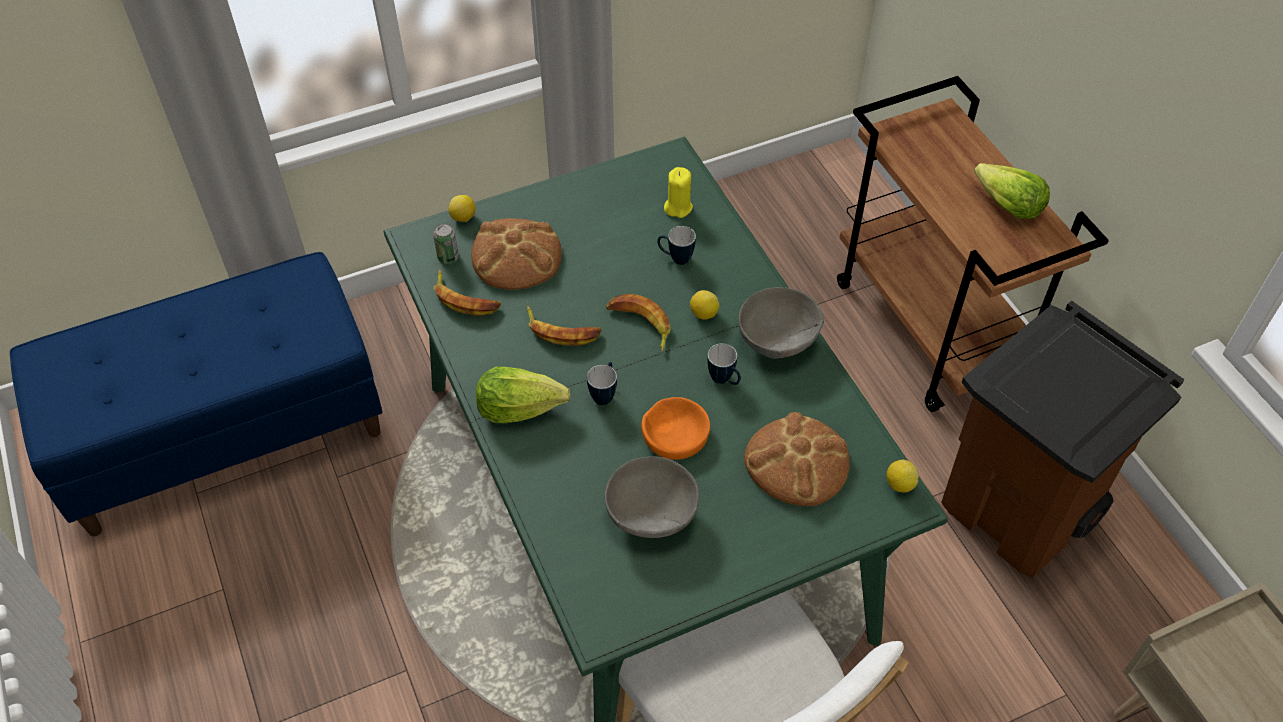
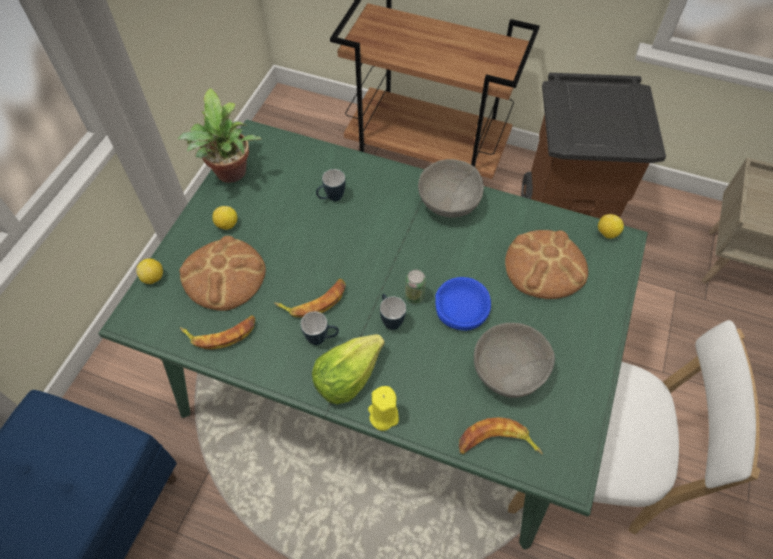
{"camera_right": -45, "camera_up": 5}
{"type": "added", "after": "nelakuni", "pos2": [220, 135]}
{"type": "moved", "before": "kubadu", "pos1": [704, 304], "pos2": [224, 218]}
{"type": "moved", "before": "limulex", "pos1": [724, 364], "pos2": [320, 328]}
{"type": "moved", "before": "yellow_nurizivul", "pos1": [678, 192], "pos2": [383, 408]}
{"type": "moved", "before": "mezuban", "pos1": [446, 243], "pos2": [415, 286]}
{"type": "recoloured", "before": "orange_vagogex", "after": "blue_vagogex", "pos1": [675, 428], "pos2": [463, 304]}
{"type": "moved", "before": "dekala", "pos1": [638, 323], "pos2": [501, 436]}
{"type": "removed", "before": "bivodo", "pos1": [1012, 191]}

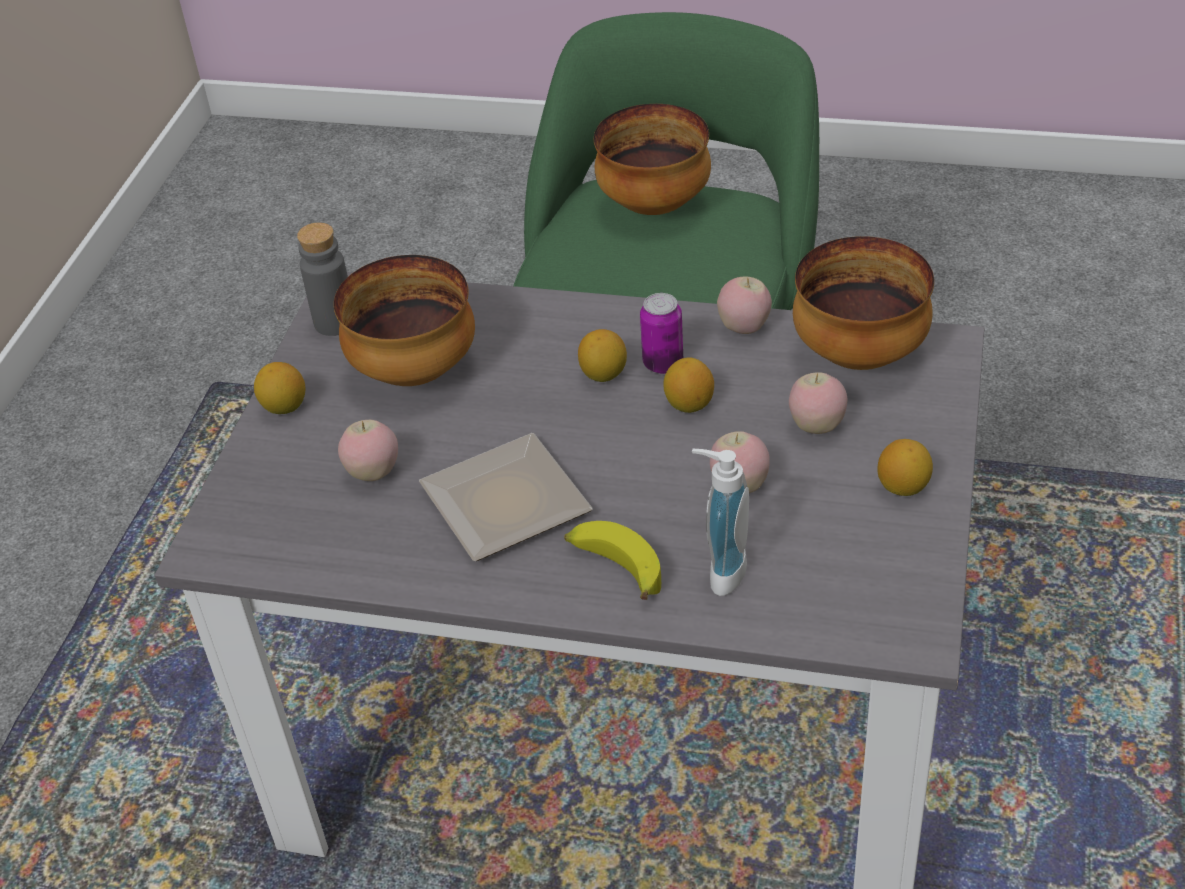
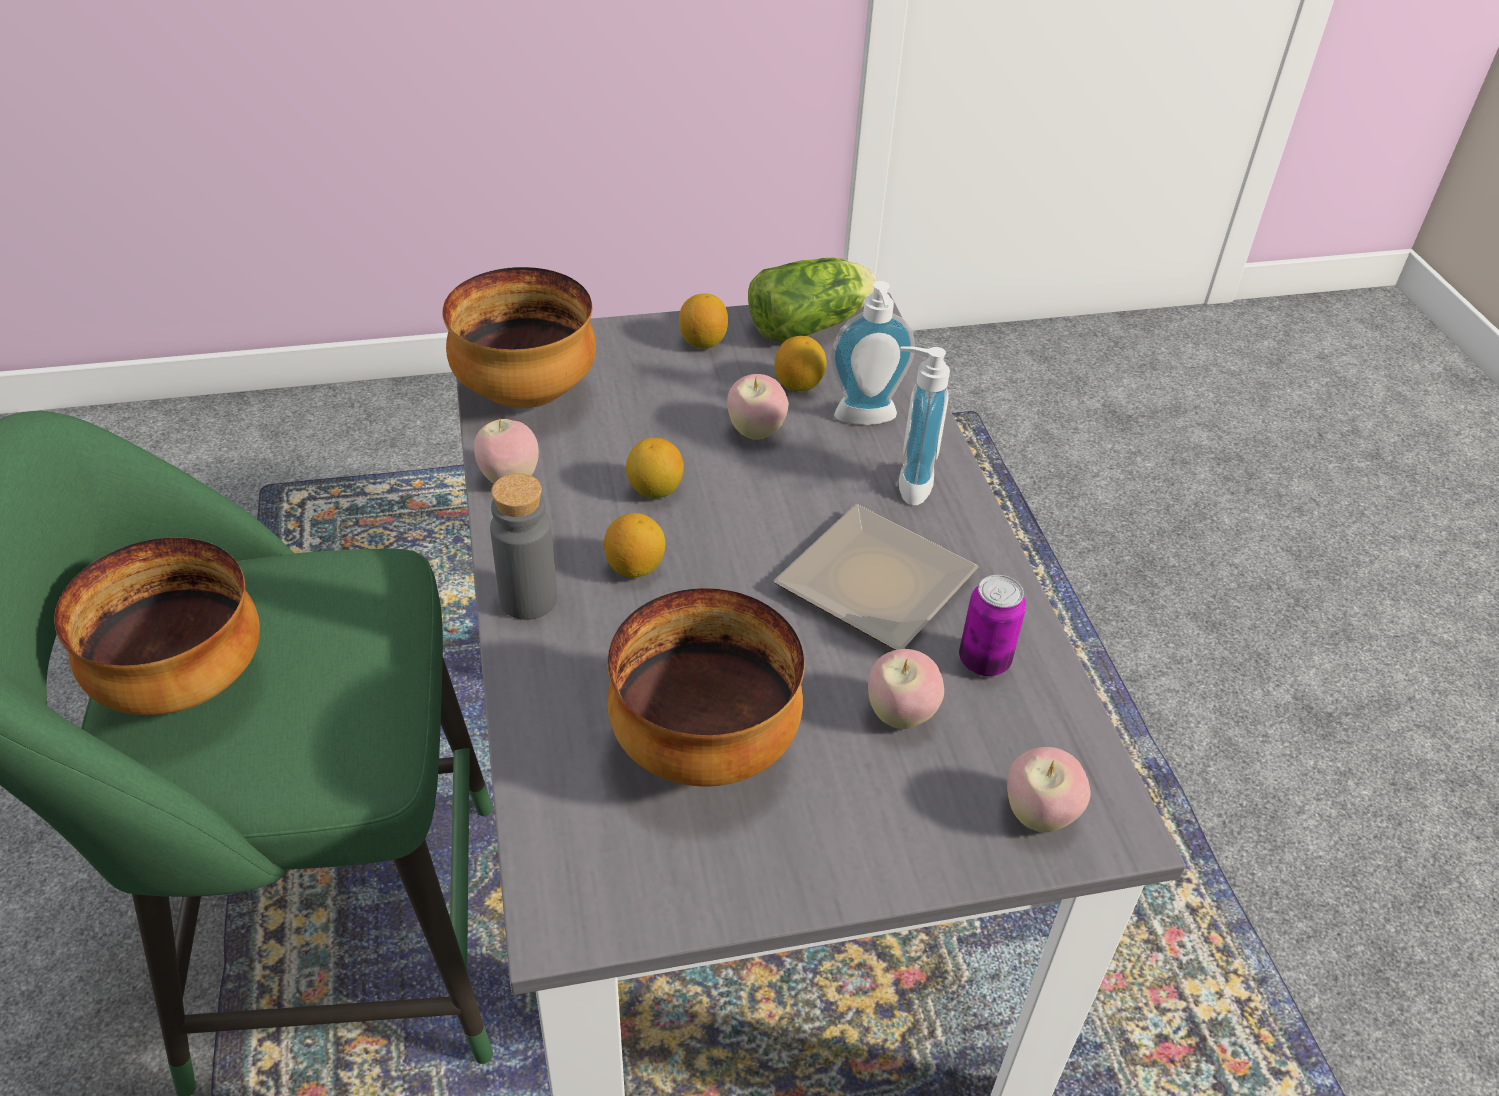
{"camera_right": -120, "camera_up": 0}
{"type": "moved", "before": "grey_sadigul", "pos1": [322, 279], "pos2": [523, 546]}
{"type": "added", "after": "bivodo", "pos2": [812, 299]}
{"type": "moved", "before": "kubadu", "pos1": [279, 388], "pos2": [801, 363]}
{"type": "replaced", "before": "dekala", "after": "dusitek", "pos1": [612, 560], "pos2": [924, 426]}
{"type": "moved", "before": "mezuban", "pos1": [661, 333], "pos2": [992, 625]}
{"type": "moved", "before": "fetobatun", "pos1": [818, 403], "pos2": [1049, 790]}

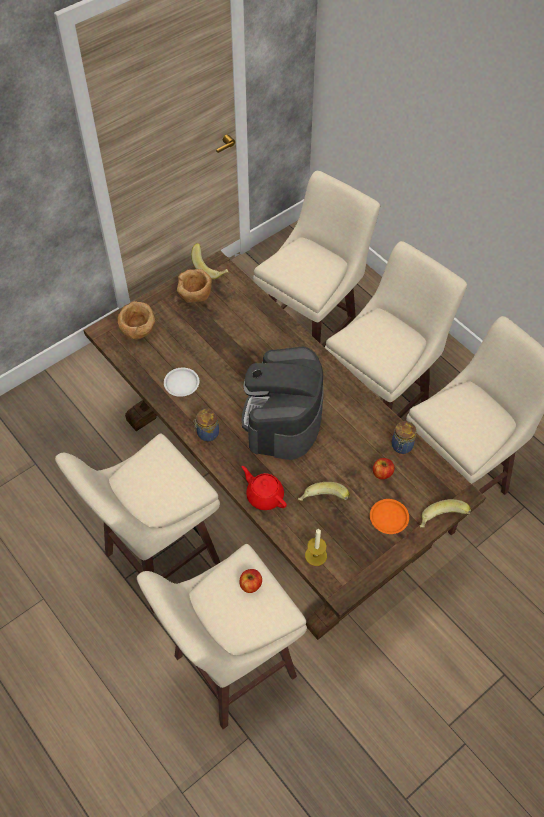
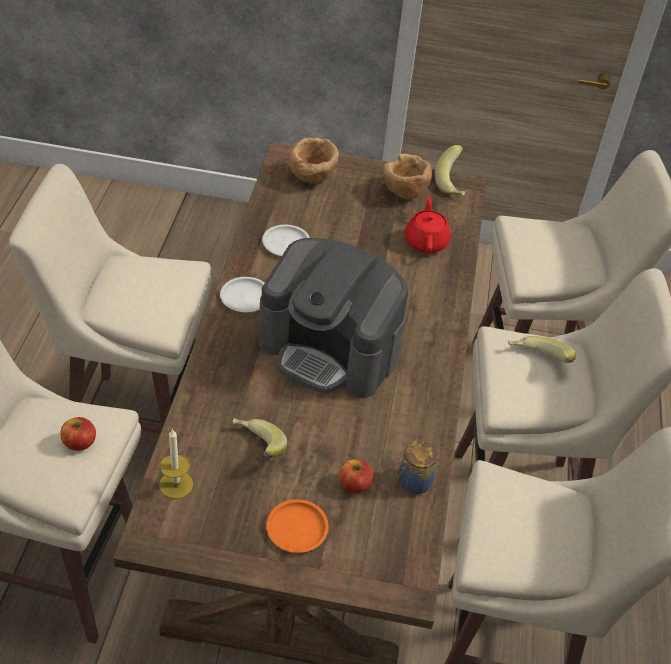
{"camera_right": 45, "camera_up": -10}
{"type": "replaced", "before": "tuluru", "after": "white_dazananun", "pos1": [206, 425], "pos2": [242, 294]}
{"type": "turned", "before": "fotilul", "pos1": [282, 403], "pos2": [333, 318], "turn": -120}
{"type": "moved", "before": "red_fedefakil", "pos1": [264, 488], "pos2": [428, 225]}
{"type": "moved", "before": "dekala", "pos1": [445, 513], "pos2": [541, 349]}

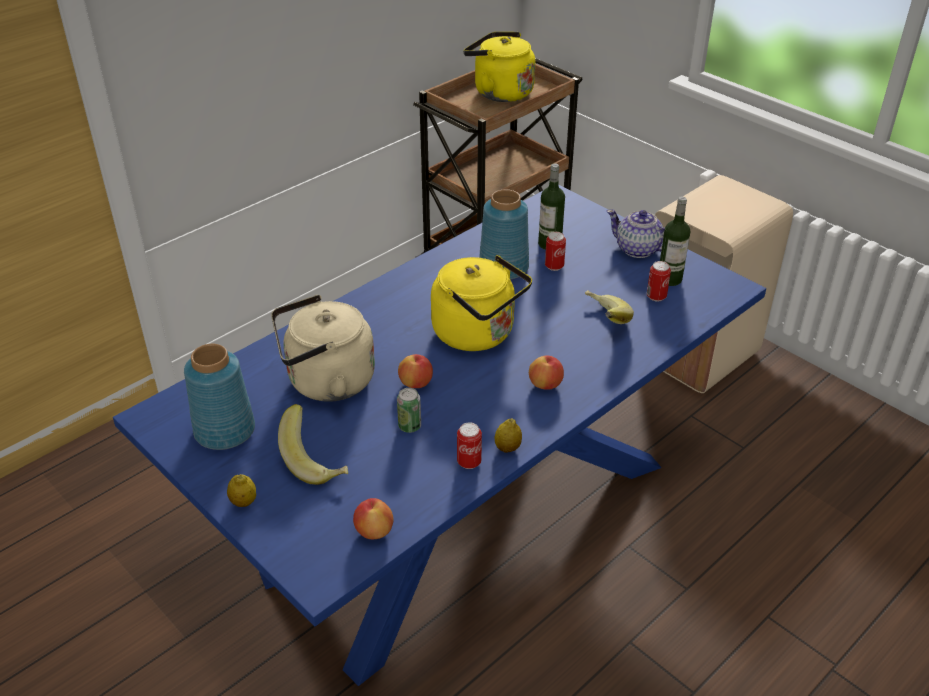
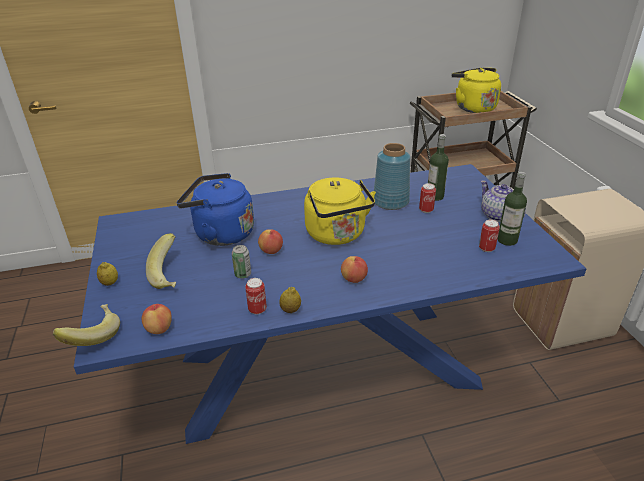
{"camera_right": 30, "camera_up": -5}
{"type": "moved", "before": "dekala", "pos1": [609, 307], "pos2": [86, 325]}
{"type": "recoloured", "before": "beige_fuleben", "after": "blue_fuleben", "pos1": [323, 348], "pos2": [215, 209]}
{"type": "removed", "before": "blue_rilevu", "pos1": [219, 397]}

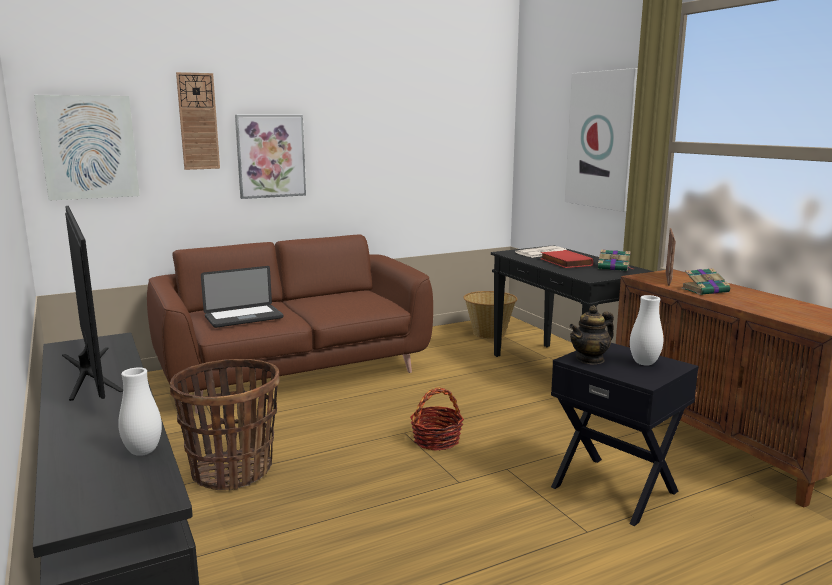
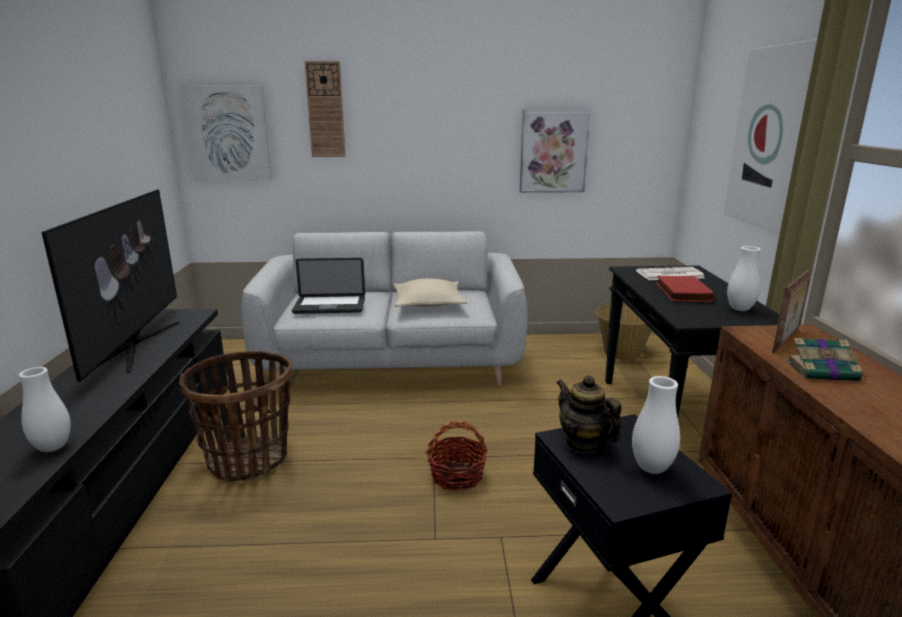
{"camera_right": 25, "camera_up": 5}
{"type": "recoloured", "before": "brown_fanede", "after": "grey_fanede", "pos1": [290, 323], "pos2": [384, 310]}
{"type": "added", "after": "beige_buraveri", "pos2": [430, 292]}
{"type": "moved", "before": "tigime", "pos1": [270, 157], "pos2": [555, 151]}
{"type": "turned", "before": "fedefakil", "pos1": [591, 335], "pos2": [588, 414], "turn": 60}
{"type": "replaced", "before": "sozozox", "after": "white_rilevu", "pos1": [616, 260], "pos2": [744, 278]}

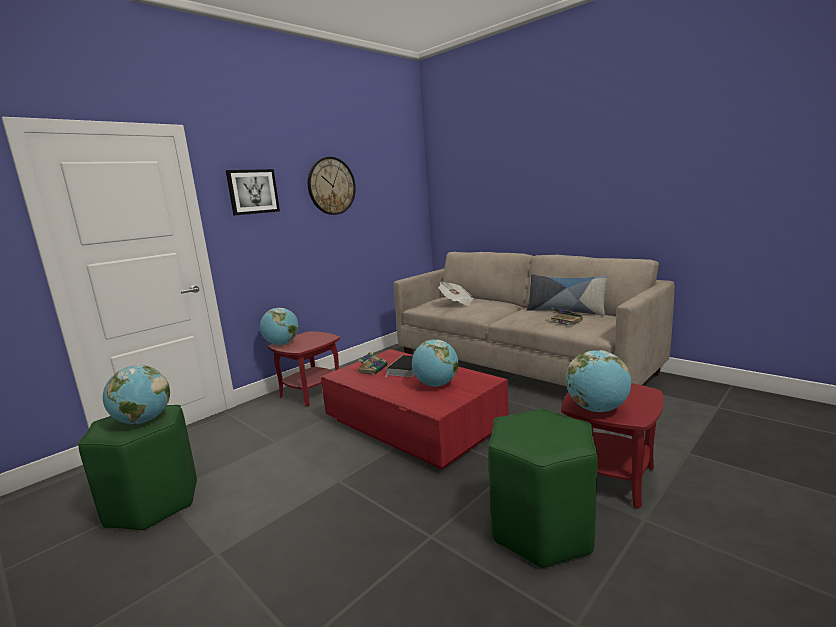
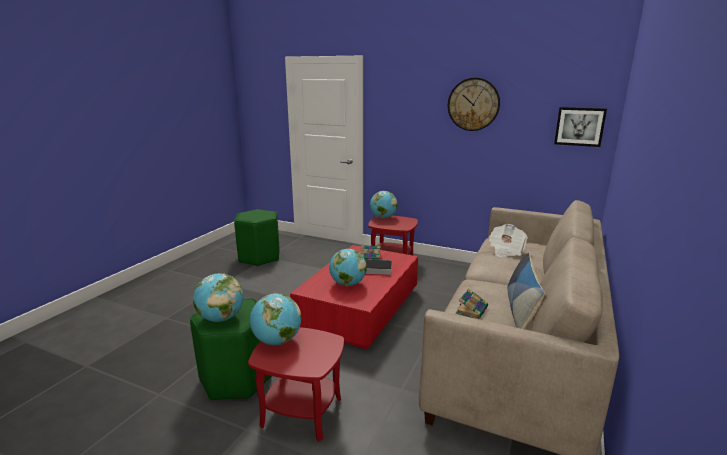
{"camera_right": 70, "camera_up": 5}
{"type": "moved", "before": "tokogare", "pos1": [136, 394], "pos2": [218, 297]}
{"type": "moved", "before": "tigime", "pos1": [253, 192], "pos2": [580, 127]}

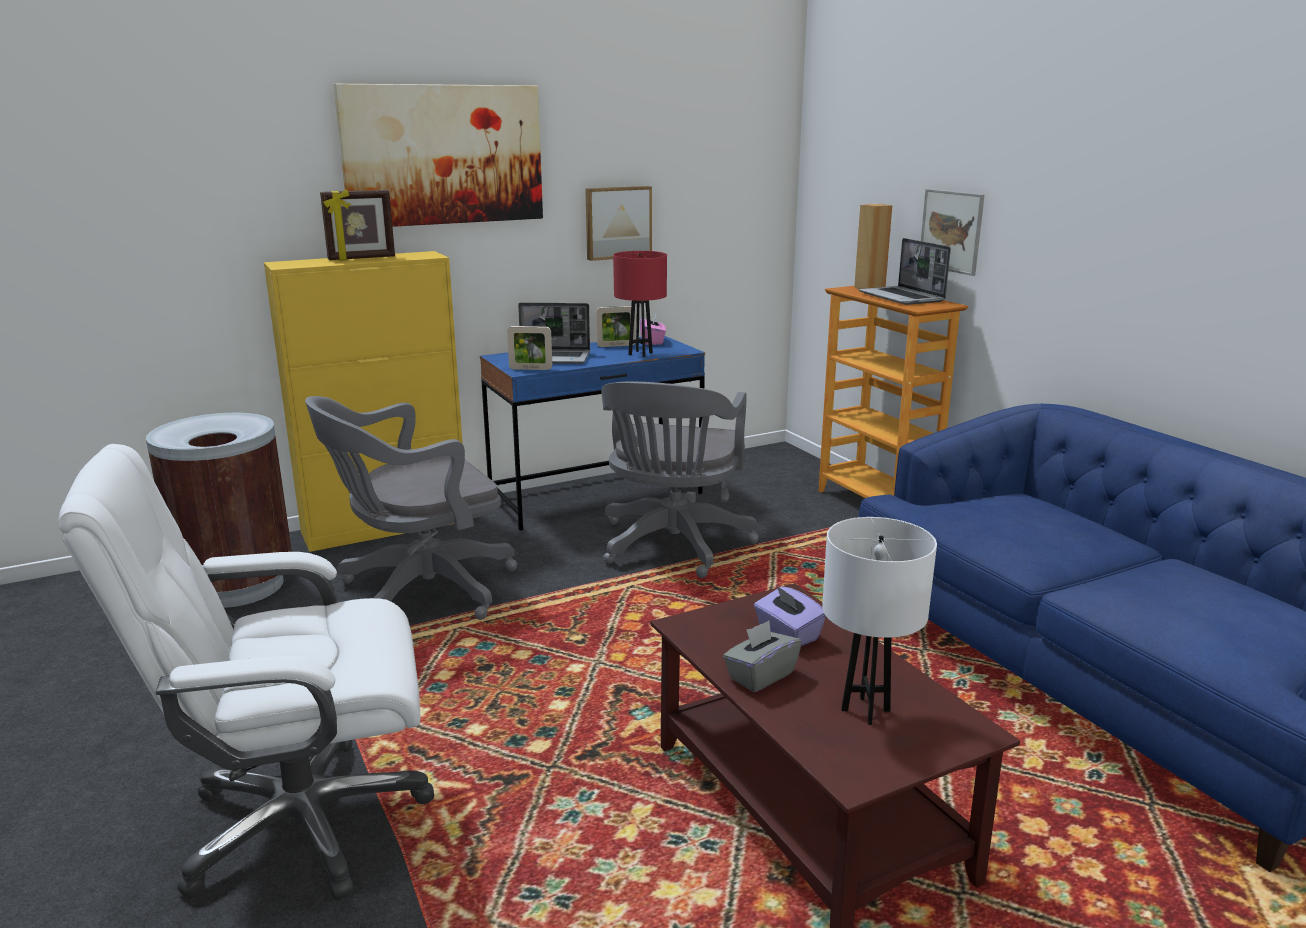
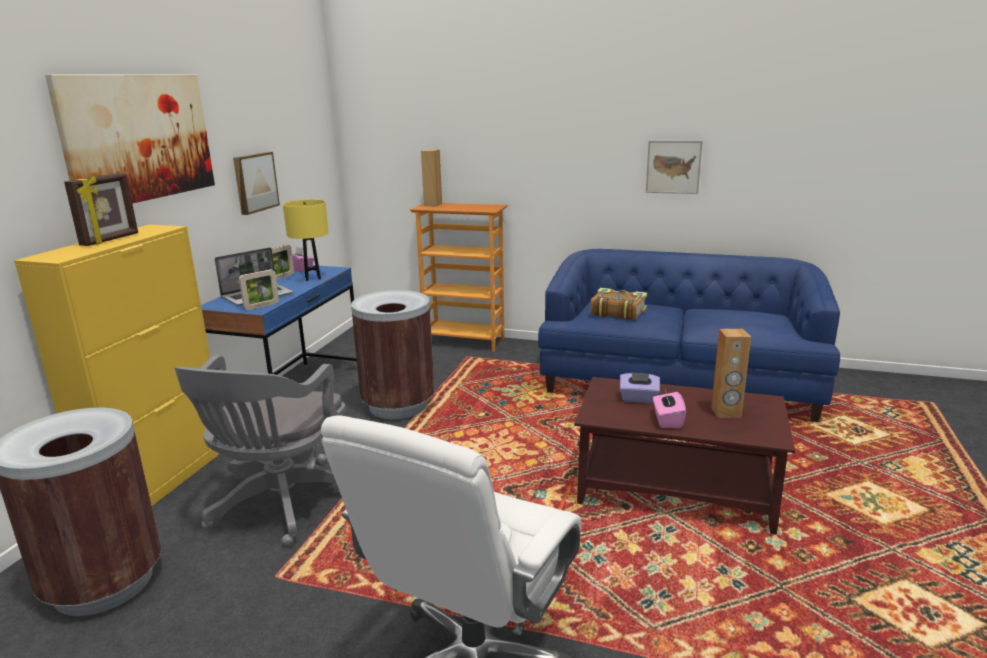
{"camera_right": -45, "camera_up": 0}
{"type": "recoloured", "before": "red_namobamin", "after": "yellow_namobamin", "pos1": [640, 304], "pos2": [306, 240]}
{"type": "replaced", "before": "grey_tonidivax", "after": "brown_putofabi", "pos1": [680, 480], "pos2": [393, 354]}
{"type": "added", "after": "sozozox", "pos2": [618, 304]}
{"type": "moved", "before": "tigime", "pos1": [953, 232], "pos2": [674, 167]}
{"type": "recoloured", "before": "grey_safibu", "after": "pink_safibu", "pos1": [762, 656], "pos2": [669, 409]}
{"type": "replaced", "before": "white_namobamin", "after": "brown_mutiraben", "pos1": [879, 621], "pos2": [731, 373]}
{"type": "removed", "before": "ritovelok", "pos1": [905, 271]}

